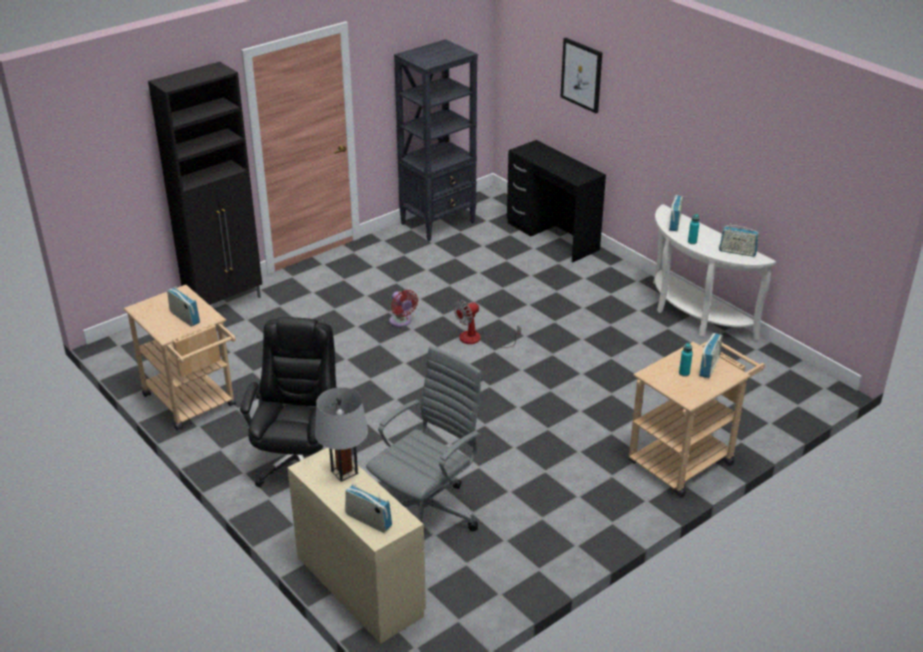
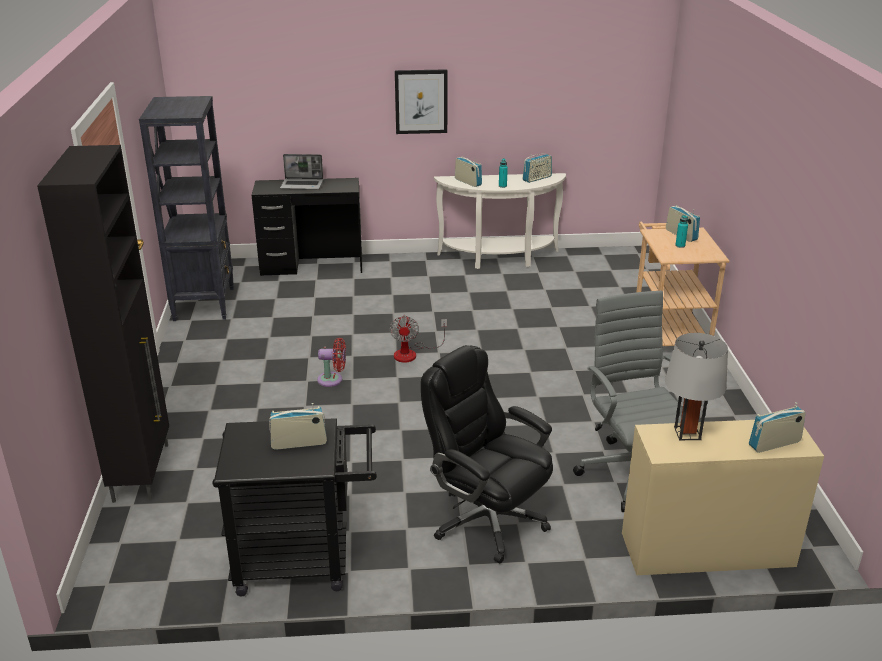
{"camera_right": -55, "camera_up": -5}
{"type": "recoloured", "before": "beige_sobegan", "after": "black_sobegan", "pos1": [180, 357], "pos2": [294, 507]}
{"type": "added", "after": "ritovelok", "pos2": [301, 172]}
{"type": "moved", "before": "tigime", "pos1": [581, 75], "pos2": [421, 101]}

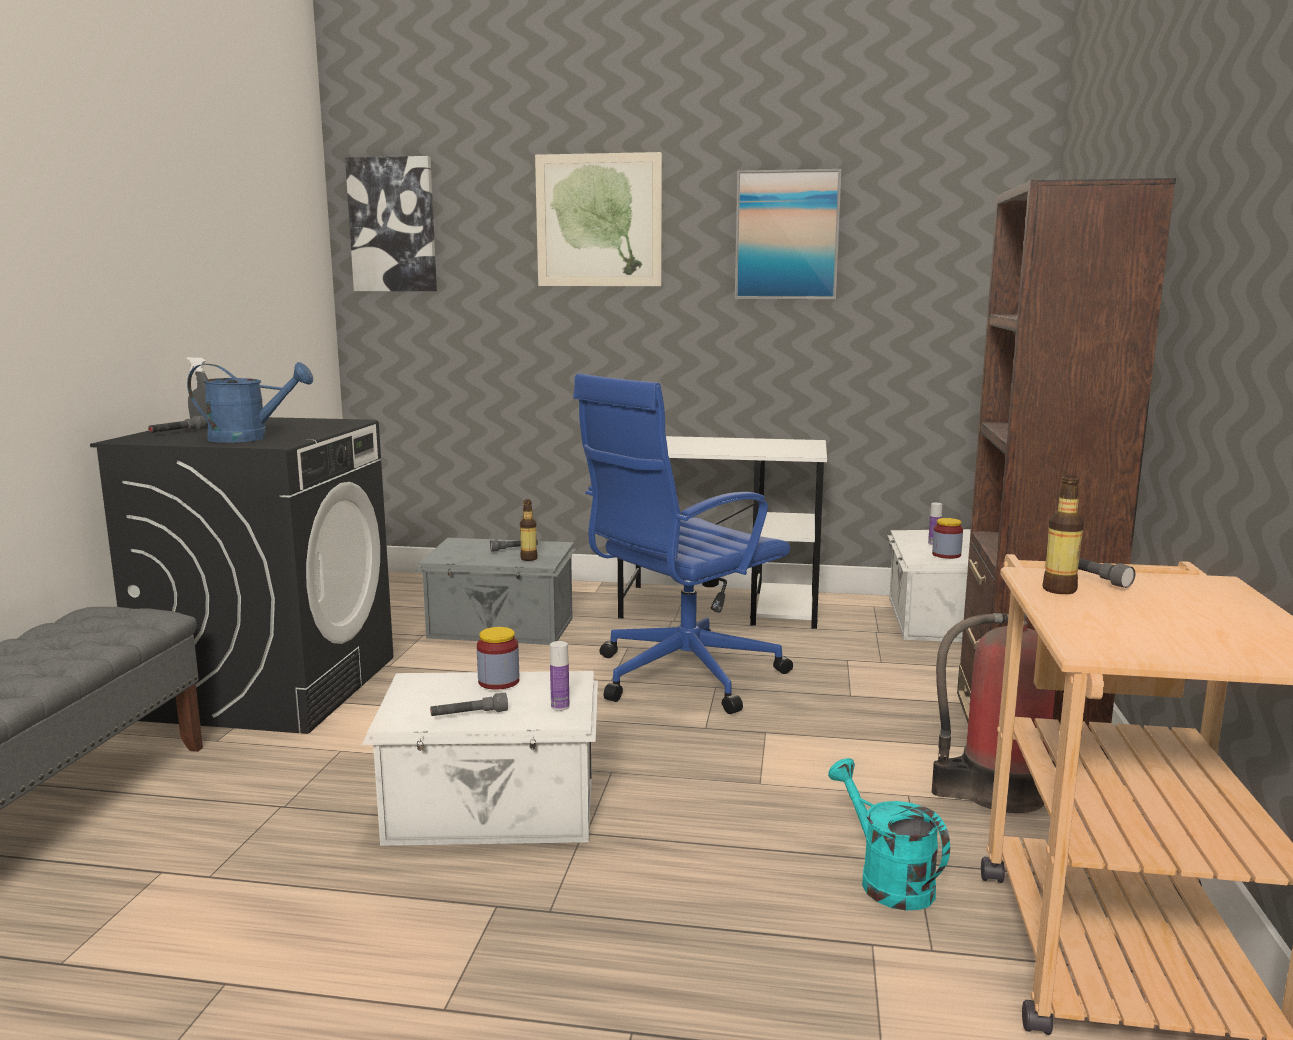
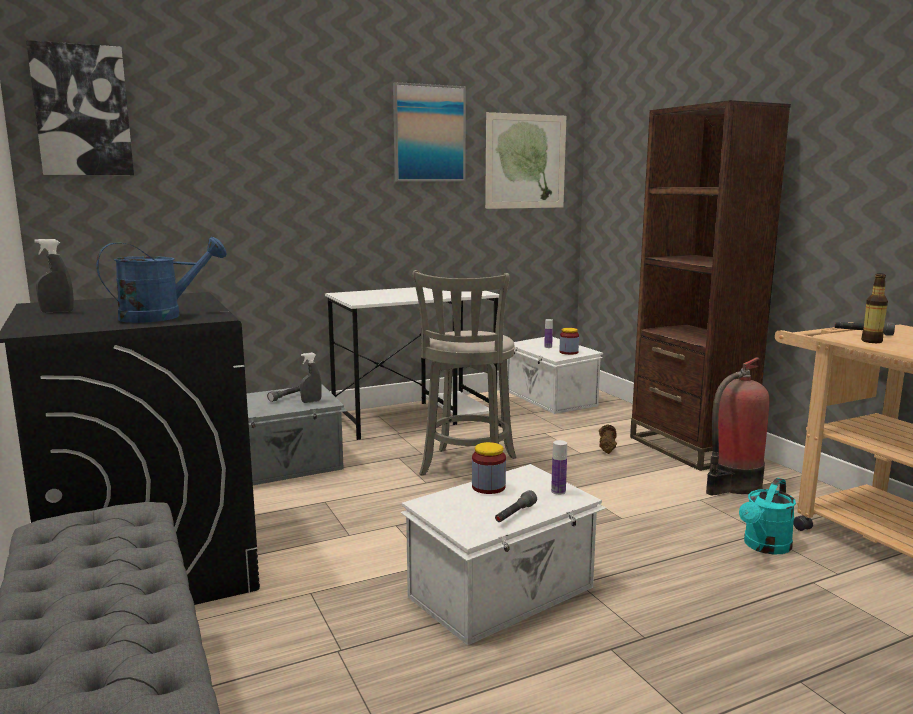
{"camera_right": -35, "camera_up": 0}
{"type": "replaced", "before": "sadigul", "after": "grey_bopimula", "pos1": [528, 530], "pos2": [311, 377]}
{"type": "replaced", "before": "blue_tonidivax", "after": "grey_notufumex", "pos1": [683, 543], "pos2": [464, 372]}
{"type": "moved", "before": "tigime", "pos1": [598, 219], "pos2": [525, 160]}
{"type": "added", "after": "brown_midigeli", "pos2": [608, 439]}
{"type": "turned", "before": "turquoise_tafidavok", "pos1": [889, 834], "pos2": [767, 516], "turn": -75}
{"type": "removed", "before": "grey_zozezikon", "pos1": [177, 424]}

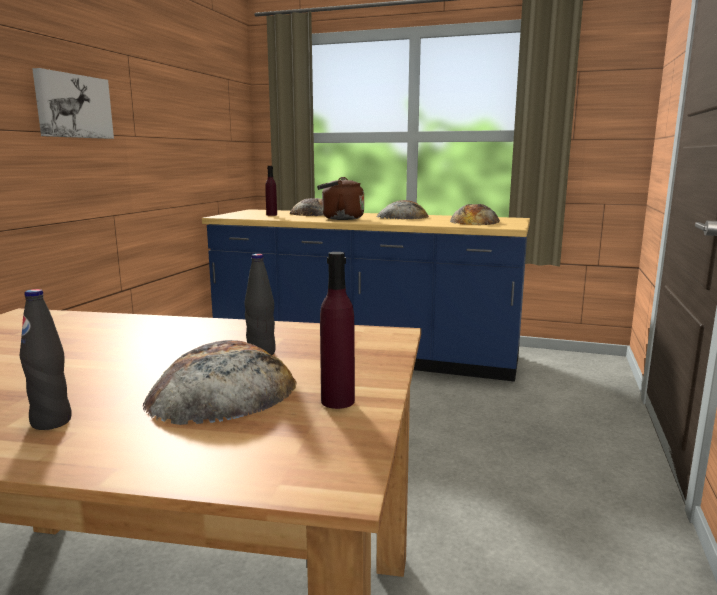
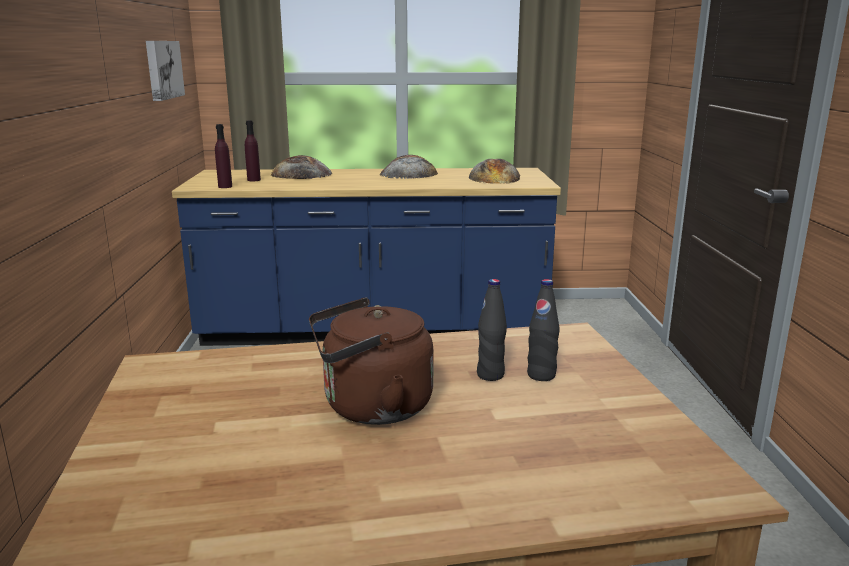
{"camera_right": -20, "camera_up": 5}
{"type": "moved", "before": "tigime", "pos1": [73, 103], "pos2": [165, 71]}
{"type": "moved", "before": "purple_sadigul", "pos1": [337, 330], "pos2": [223, 156]}
{"type": "moved", "before": "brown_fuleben", "pos1": [340, 198], "pos2": [371, 361]}
{"type": "moved", "before": "black_sadigul", "pos1": [45, 359], "pos2": [543, 330]}
{"type": "removed", "before": "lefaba", "pos1": [220, 382]}

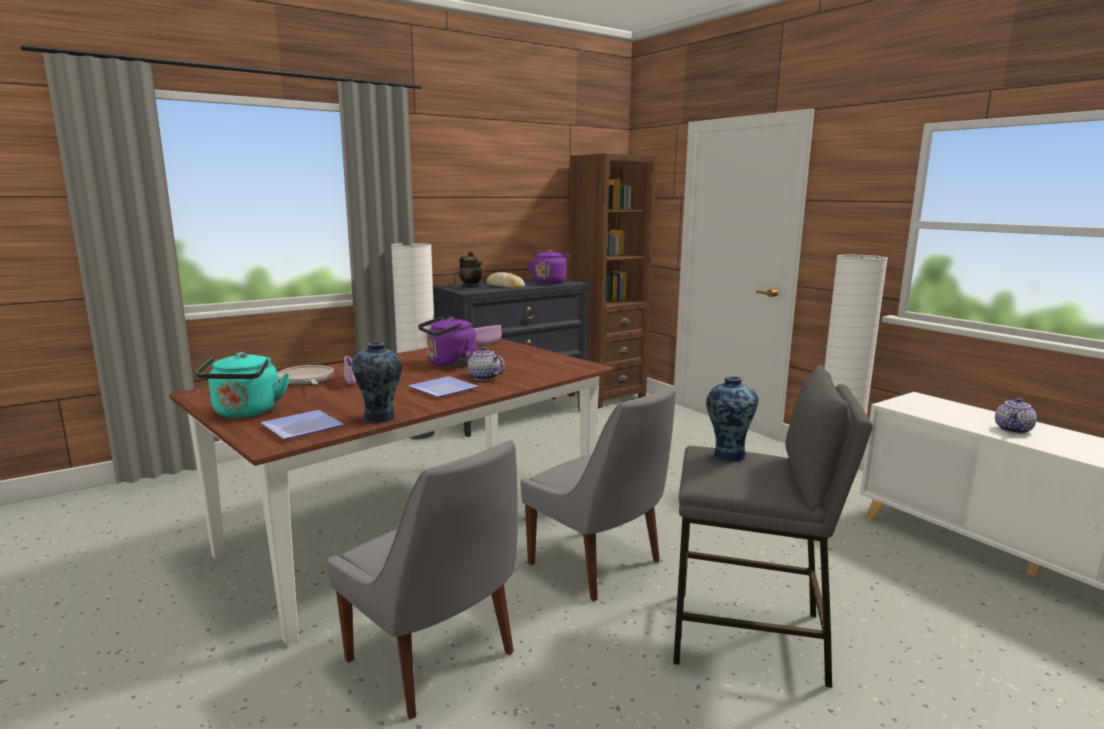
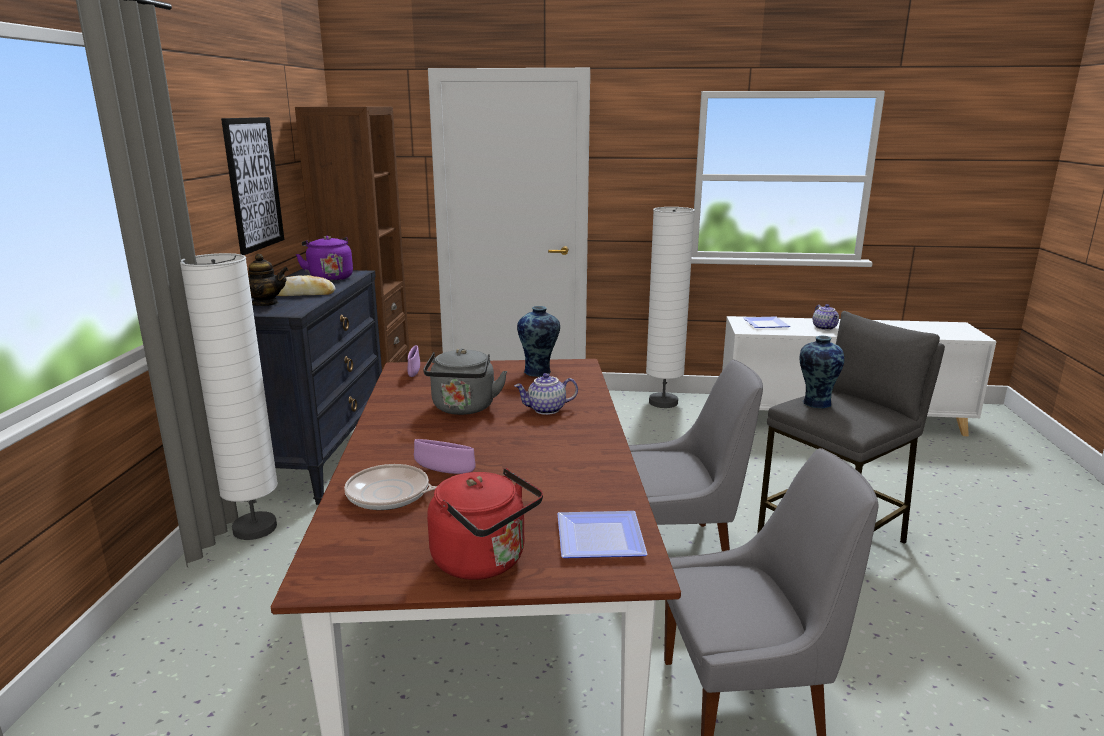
{"camera_right": -50, "camera_up": 5}
{"type": "added", "after": "tigime", "pos2": [252, 186]}
{"type": "recoloured", "before": "purple_fuleben", "after": "grey_fuleben", "pos1": [447, 342], "pos2": [465, 381]}
{"type": "recoloured", "before": "turquoise_fuleben", "after": "red_fuleben", "pos1": [242, 385], "pos2": [485, 524]}
{"type": "moved", "before": "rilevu", "pos1": [377, 382], "pos2": [538, 341]}
{"type": "moved", "before": "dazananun", "pos1": [443, 386], "pos2": [766, 322]}

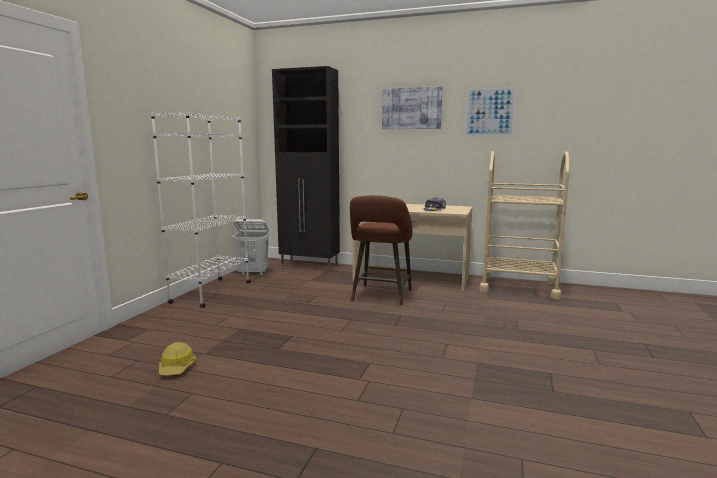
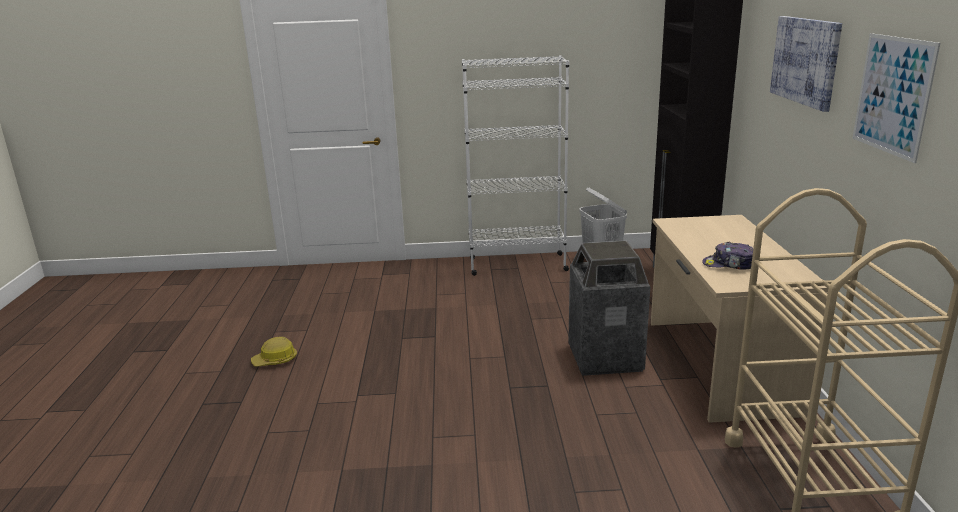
{"camera_right": 70, "camera_up": 10}
{"type": "moved", "before": "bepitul", "pos1": [177, 358], "pos2": [274, 352]}
{"type": "replaced", "before": "brown_notufumex", "after": "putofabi", "pos1": [381, 250], "pos2": [609, 308]}

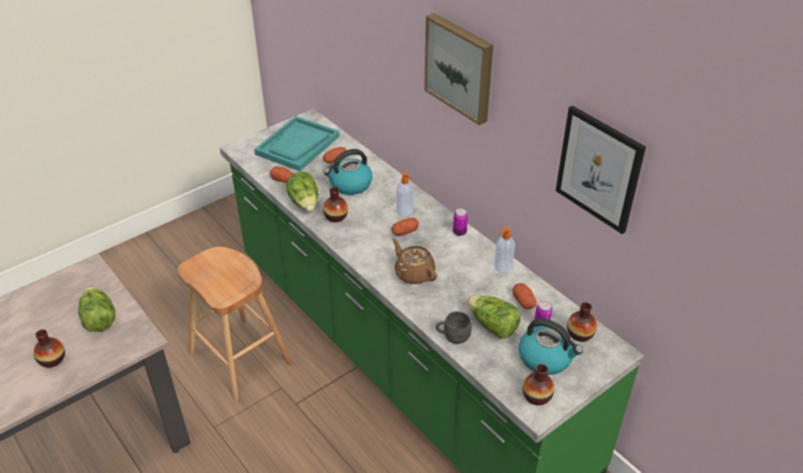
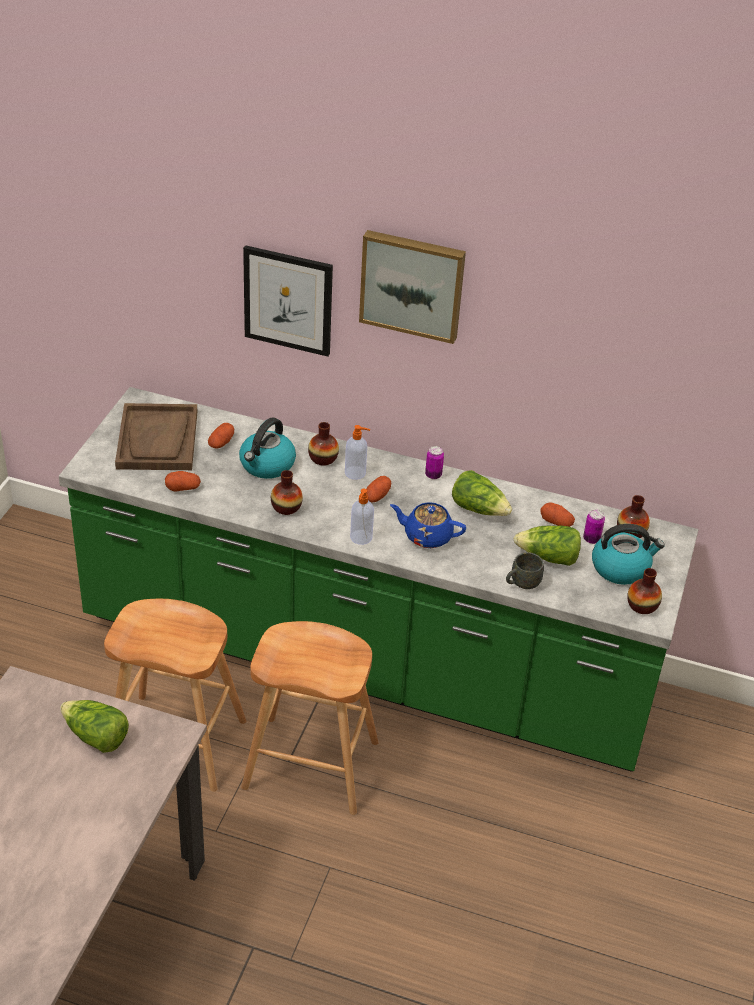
{"camera_right": -35, "camera_up": 0}
{"type": "recoloured", "before": "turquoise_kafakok", "after": "brown_kafakok", "pos1": [297, 143], "pos2": [156, 436]}
{"type": "added", "after": "brown_notufumex", "pos2": [309, 718]}
{"type": "moved", "before": "tigime", "pos1": [601, 170], "pos2": [288, 301]}
{"type": "moved", "before": "rilevu", "pos1": [49, 348], "pos2": [323, 444]}
{"type": "moved", "before": "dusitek", "pos1": [504, 250], "pos2": [362, 517]}
{"type": "recoloured", "before": "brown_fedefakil", "after": "blue_fedefakil", "pos1": [414, 261], "pos2": [428, 525]}
{"type": "moved", "before": "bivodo", "pos1": [302, 191], "pos2": [482, 493]}

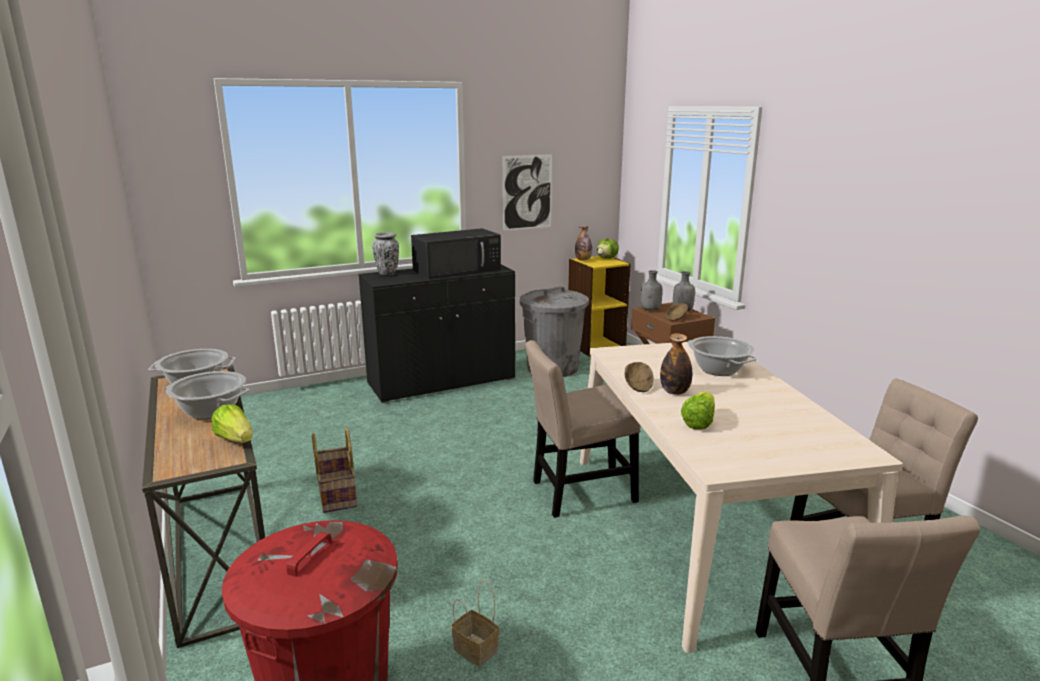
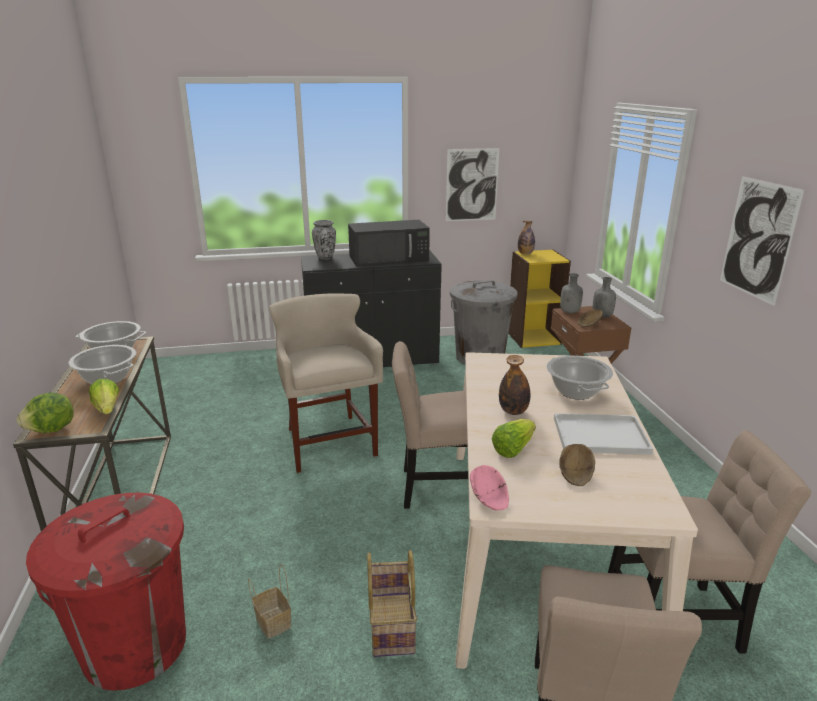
{"camera_right": 15, "camera_up": 5}
{"type": "moved", "before": "bivodo", "pos1": [608, 248], "pos2": [45, 413]}
{"type": "added", "after": "beige_notufumex", "pos2": [326, 383]}
{"type": "moved", "before": "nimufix", "pos1": [334, 470], "pos2": [392, 603]}
{"type": "added", "after": "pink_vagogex", "pos2": [489, 488]}
{"type": "added", "after": "white_kafakok", "pos2": [603, 434]}
{"type": "moved", "before": "brown_vagogex", "pos1": [639, 377], "pos2": [577, 465]}
{"type": "added", "after": "tigime", "pos2": [762, 241]}

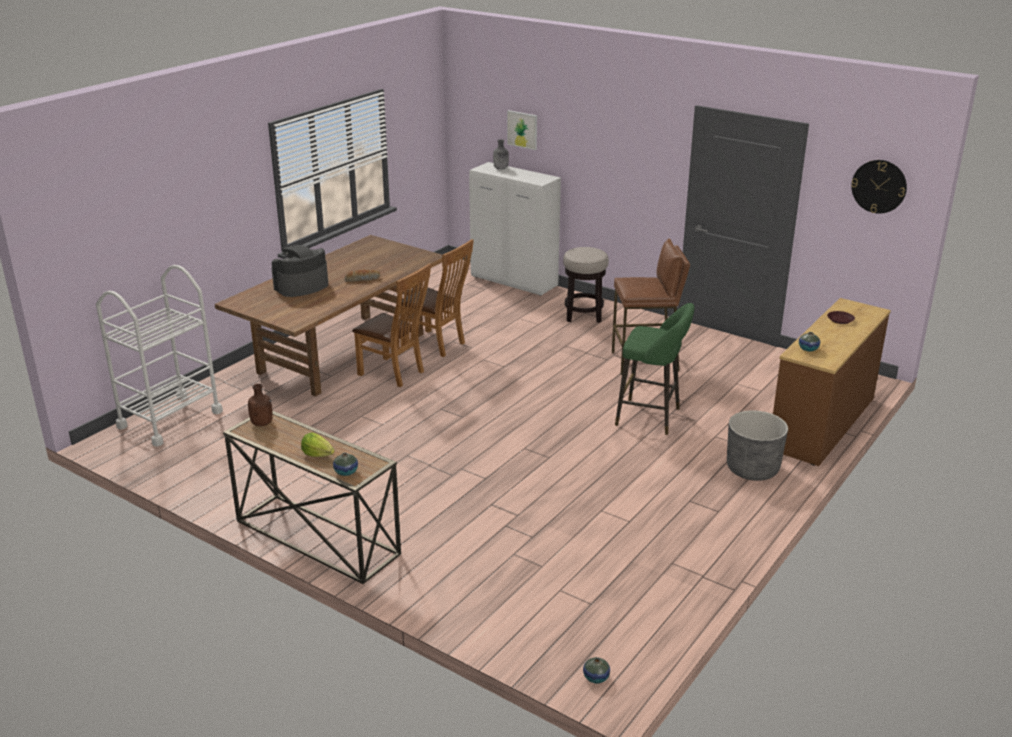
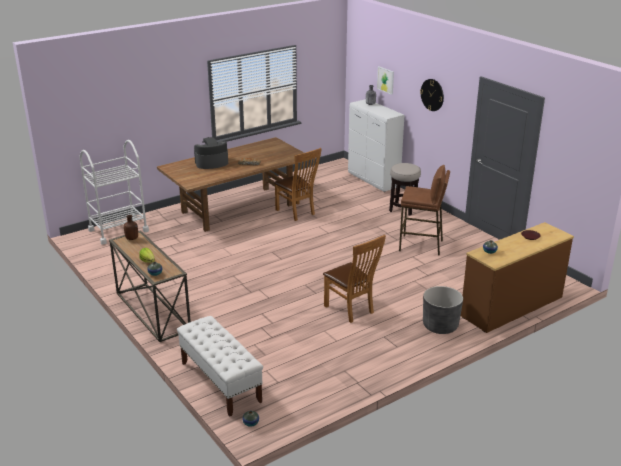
{"camera_right": 20, "camera_up": 0}
{"type": "added", "after": "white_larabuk", "pos2": [220, 366]}
{"type": "moved", "before": "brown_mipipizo", "pos1": [391, 325], "pos2": [354, 279]}
{"type": "moved", "before": "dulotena", "pos1": [879, 187], "pos2": [432, 95]}
{"type": "removed", "before": "green_notufumex", "pos1": [655, 369]}

